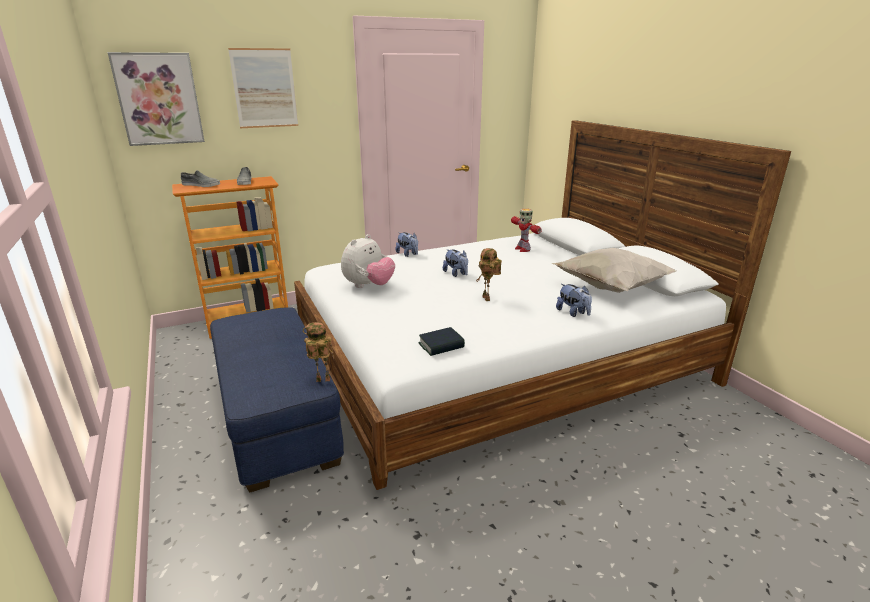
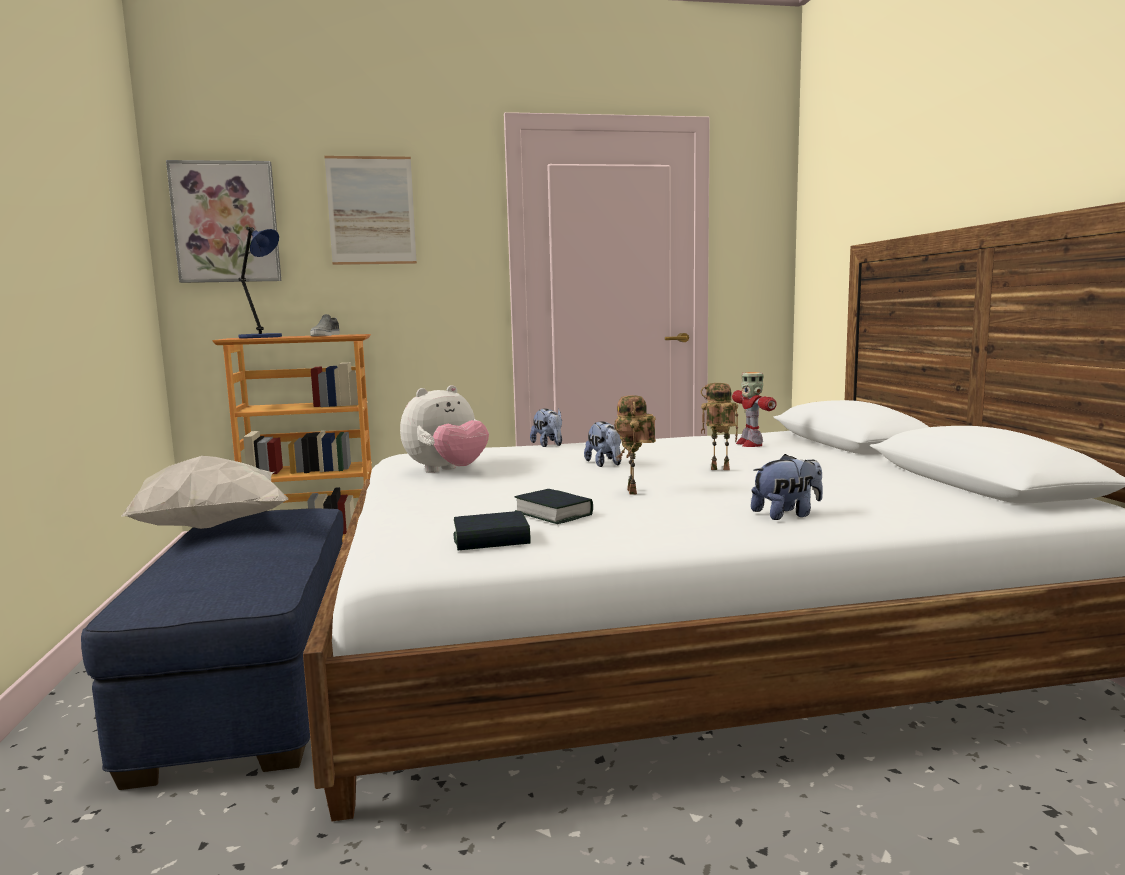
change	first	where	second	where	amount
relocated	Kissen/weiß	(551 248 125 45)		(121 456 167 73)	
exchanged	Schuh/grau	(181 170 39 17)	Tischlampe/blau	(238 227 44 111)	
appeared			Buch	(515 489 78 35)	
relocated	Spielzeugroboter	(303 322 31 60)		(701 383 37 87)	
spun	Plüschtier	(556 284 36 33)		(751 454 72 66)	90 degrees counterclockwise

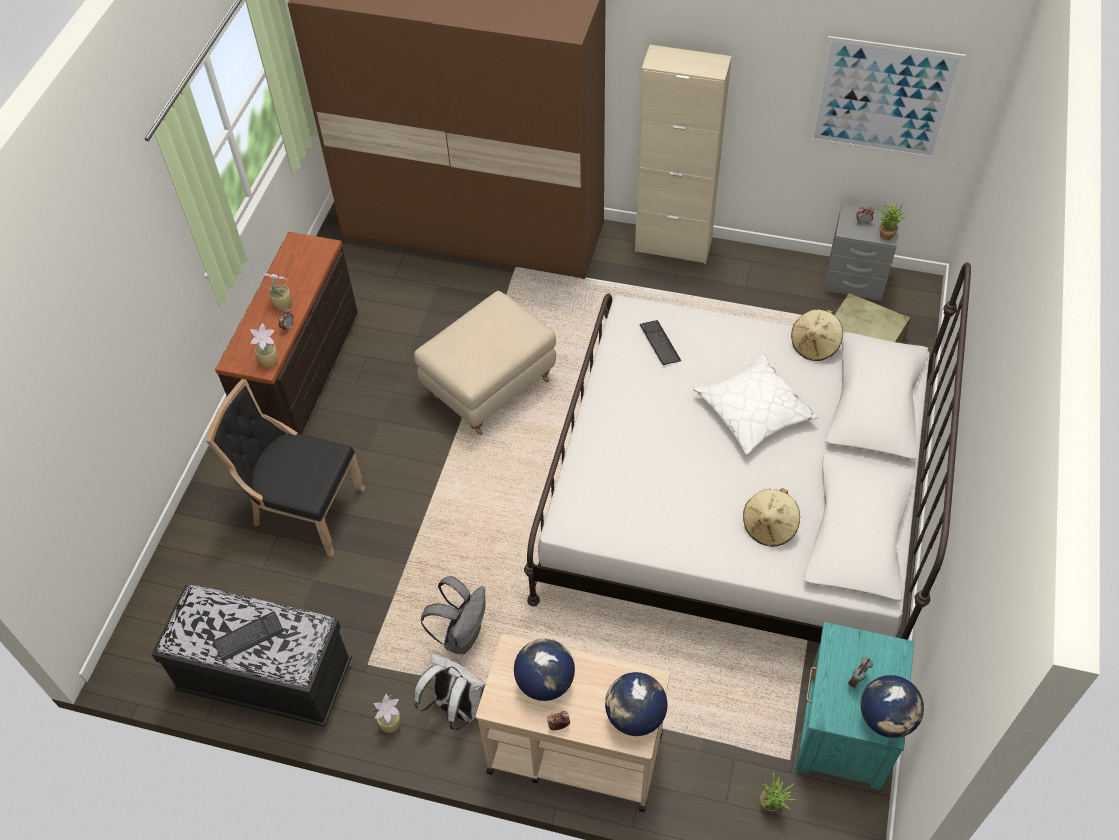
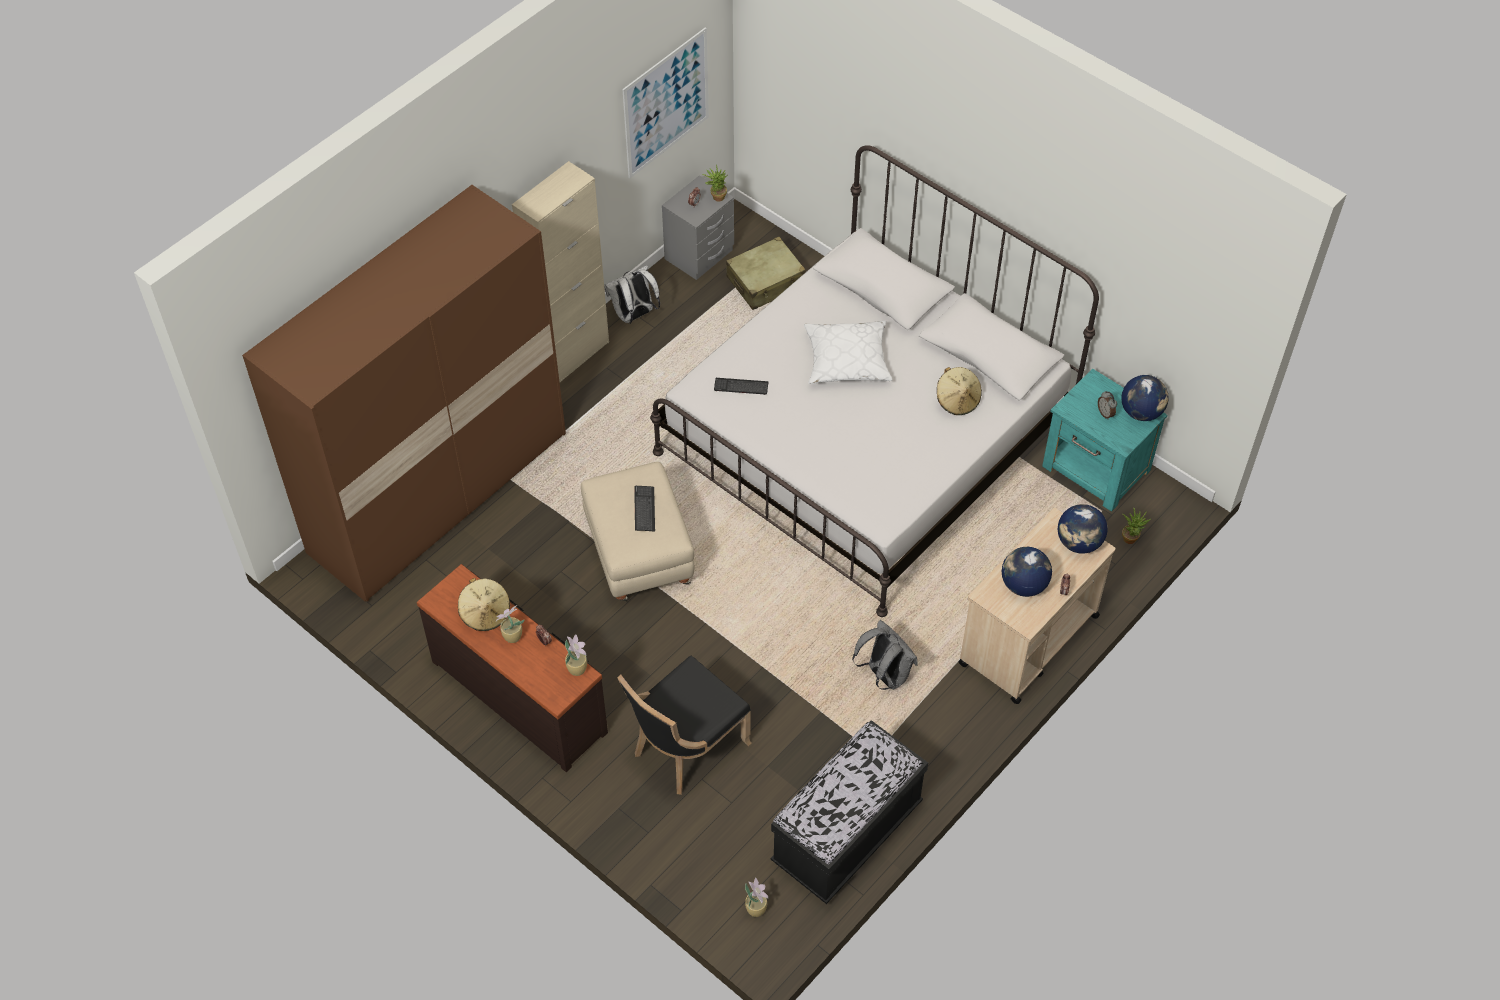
change	first	where	second	where	amount
relocated	Hut/beige	(791 309 52 52)		(458 578 52 53)	
relocated	Rucksack/weiß	(415 654 71 76)		(604 265 56 59)	
relocated	Tastatur	(213 611 71 51)		(634 486 21 46)	
relocated	Topfpflanze	(370 694 30 39)		(745 877 24 40)	

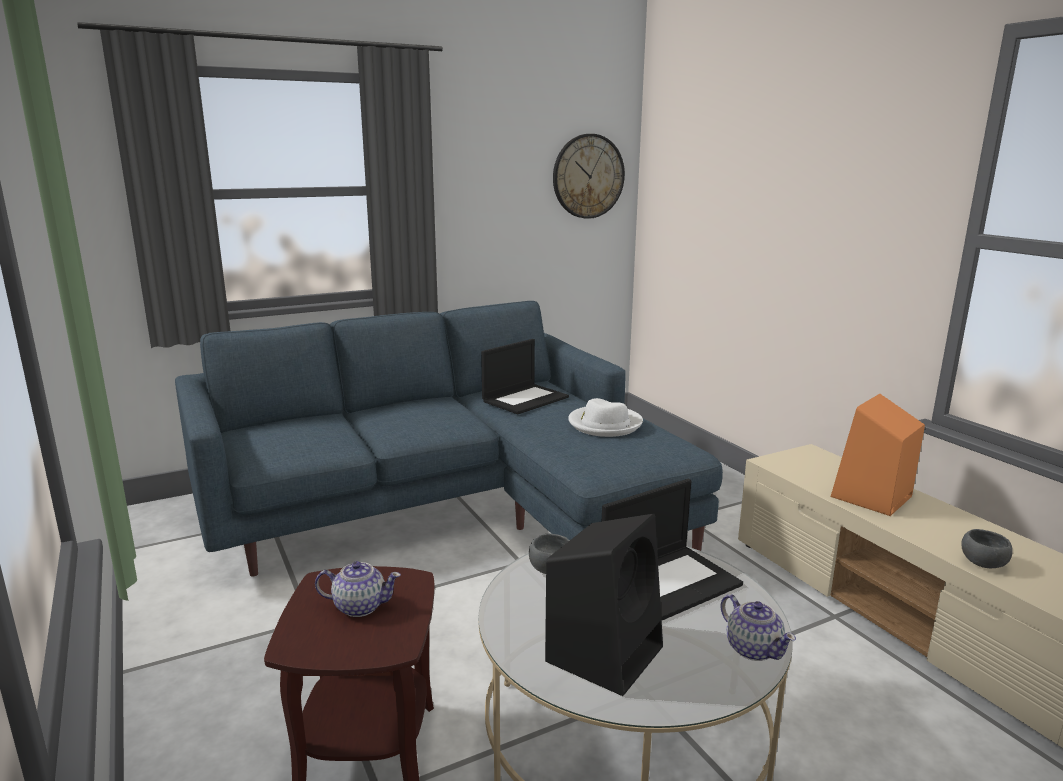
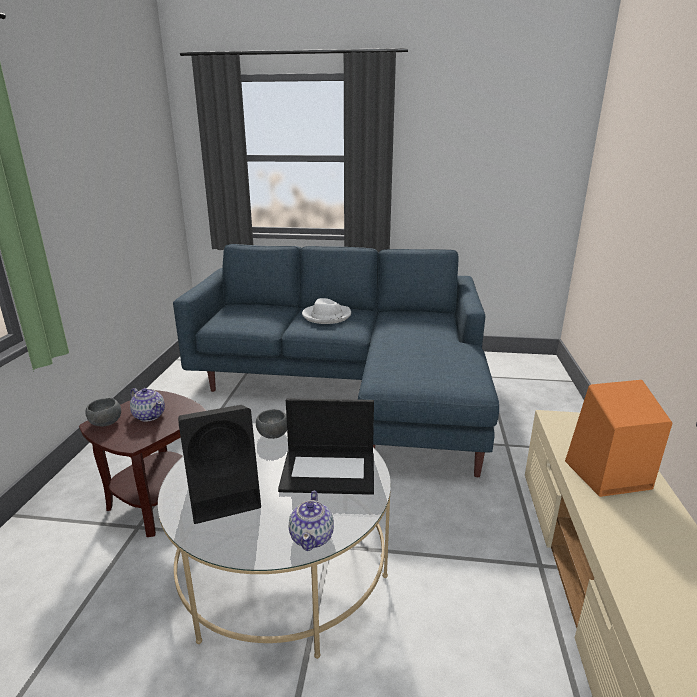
change	first	where	second	where	amount
relocated	Schüssel/grau	(961 529 52 39)		(86 398 35 29)	
relocated	Hut/weiß	(568 398 75 39)		(302 298 49 26)	
missing	Laptop	(481 339 88 75)			
missing	Wanduhr	(553 134 72 85)			

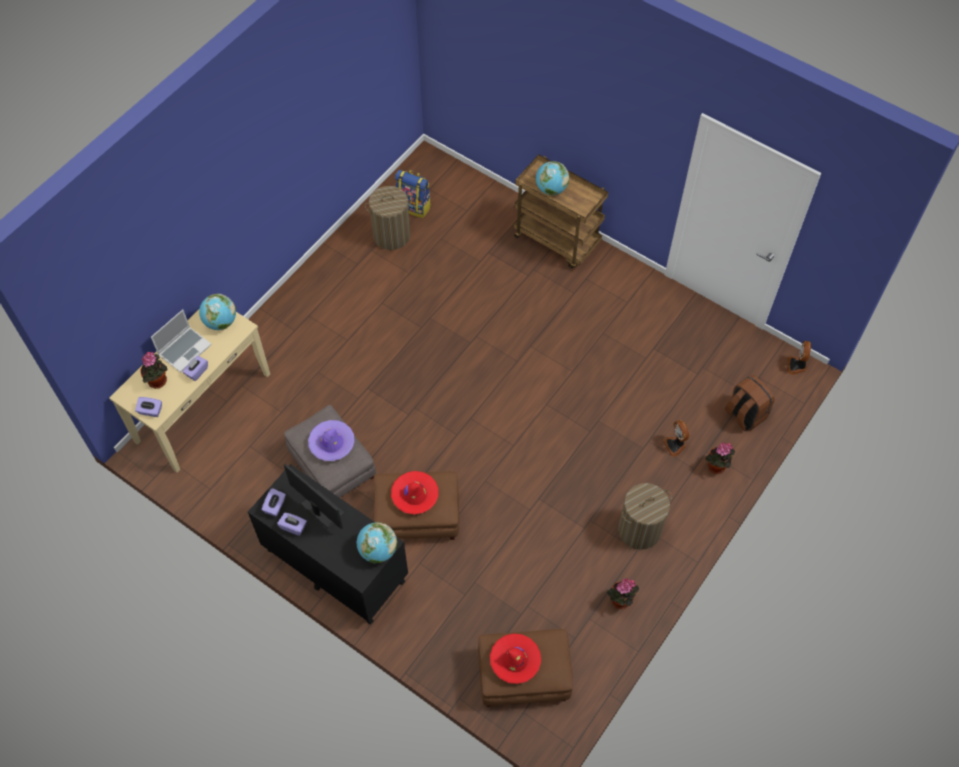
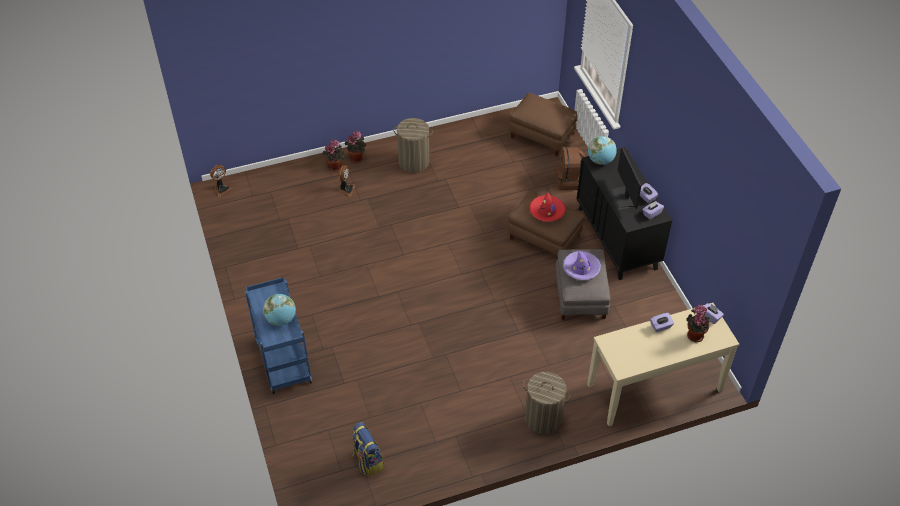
change	first	where	second	where	amount
colour	Rollwagen/braun	(513 154 95 114)	Rollwagen/blau	(245 277 67 117)	
relocated	Topfpflanze	(606 578 33 31)		(345 131 21 32)	
relocated	Wäschekorb	(365 186 47 64)		(523 372 47 62)	
relocated	Rucksack/braun	(725 375 50 56)		(556 147 29 43)	
missing	Laptop	(151 309 61 63)			
missing	Globus	(199 294 37 36)			
missing	Hut/rot	(490 633 51 51)			

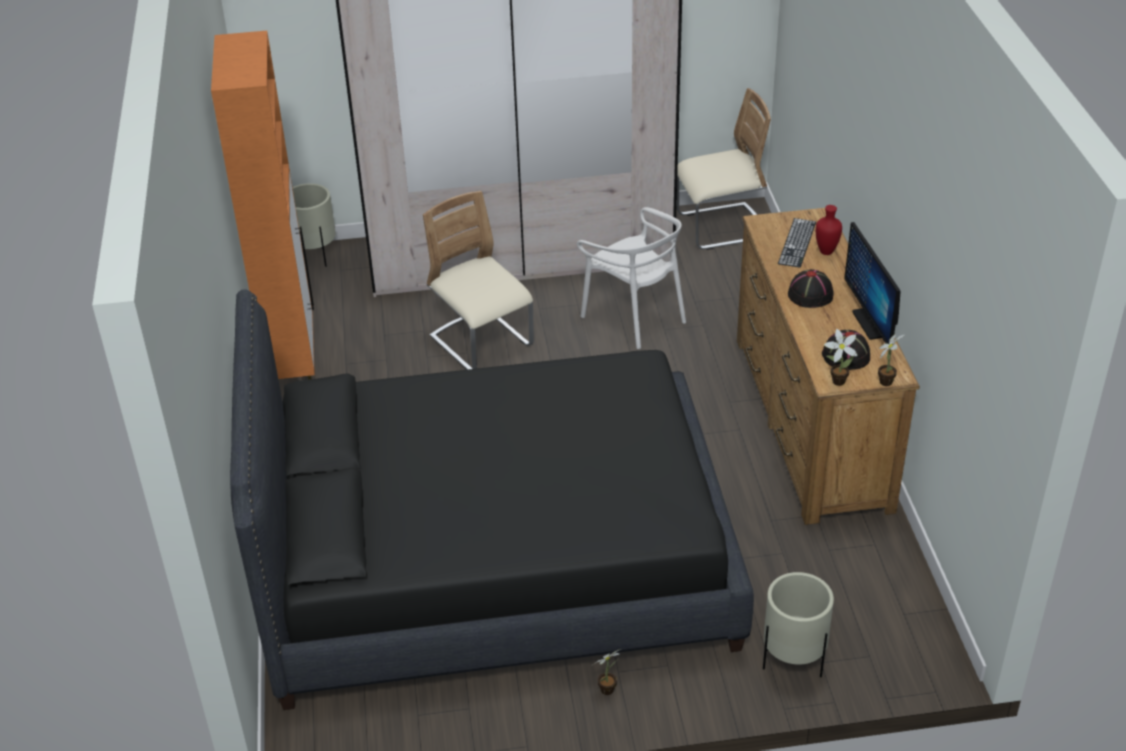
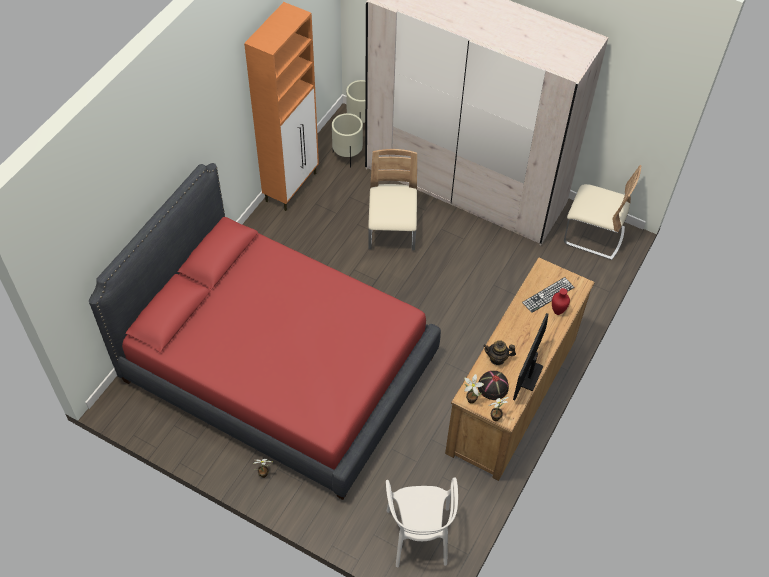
change	first	where	second	where	amount
colour	Bett/schwarz	(230 289 524 421)	Bett/rot	(89 163 352 337)	
relocated	Pflanzkübel/beige	(763 572 71 105)		(332 113 31 55)	
relocated	Stuhl/weiß	(577 207 109 142)		(386 478 72 90)	
appeared			Teekanne	(483 340 33 25)	
missing	Hut/schwarz	(788 269 46 39)			

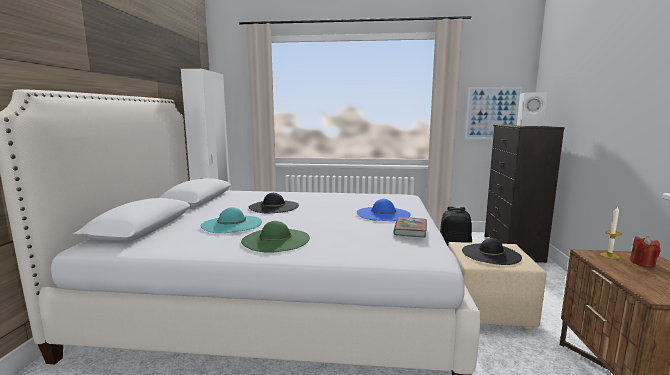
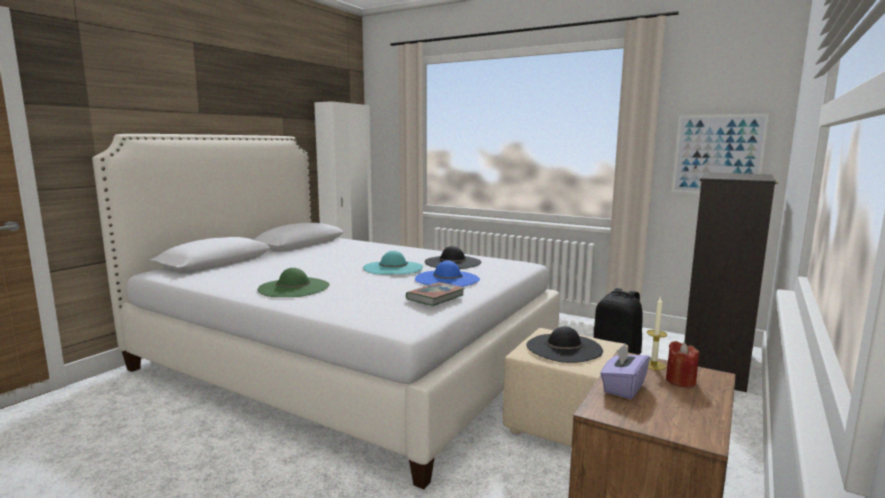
change	first	where	second	where	amount
relocated	Hut/türkis	(200 207 62 26)		(363 251 60 23)	
relocated	Hut/schwarz	(249 193 50 20)		(425 246 56 23)	
appeared			Taschentuchbox/lila	(600 344 50 55)	
missing	Lautsprecher/weiß	(517 92 30 34)			

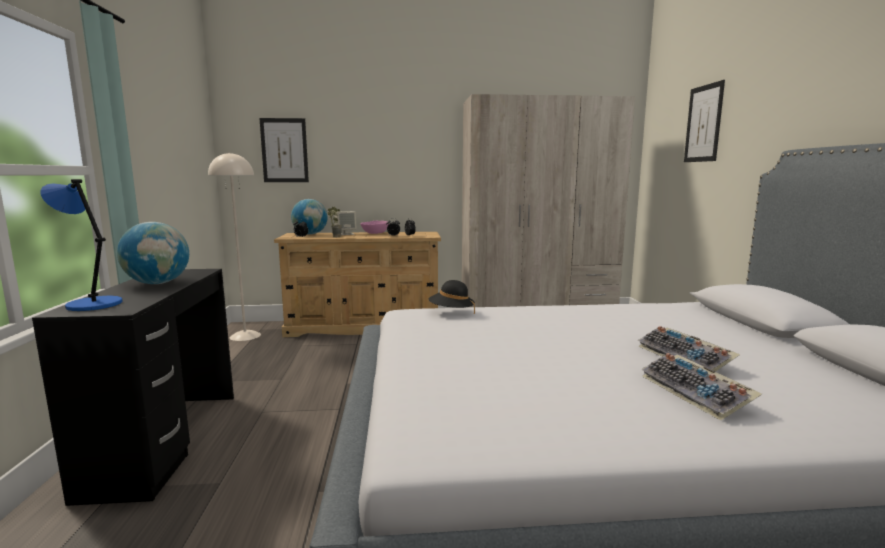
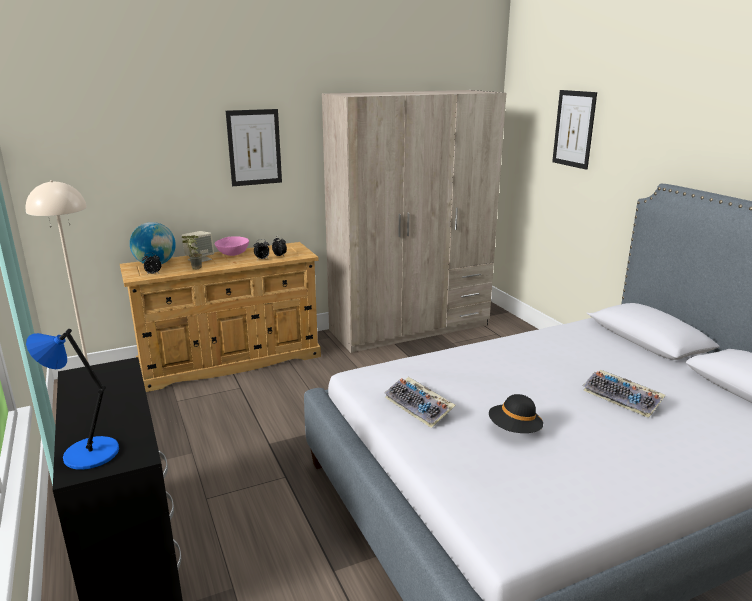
change	first	where	second	where	amount
relocated	Bild	(259 118 50 64)		(226 109 56 77)	
relocated	Tastatur	(641 353 121 68)		(384 377 72 51)	
relocated	Hut/schwarz	(429 280 46 34)		(489 394 54 39)	
missing	Globus	(117 222 72 62)			

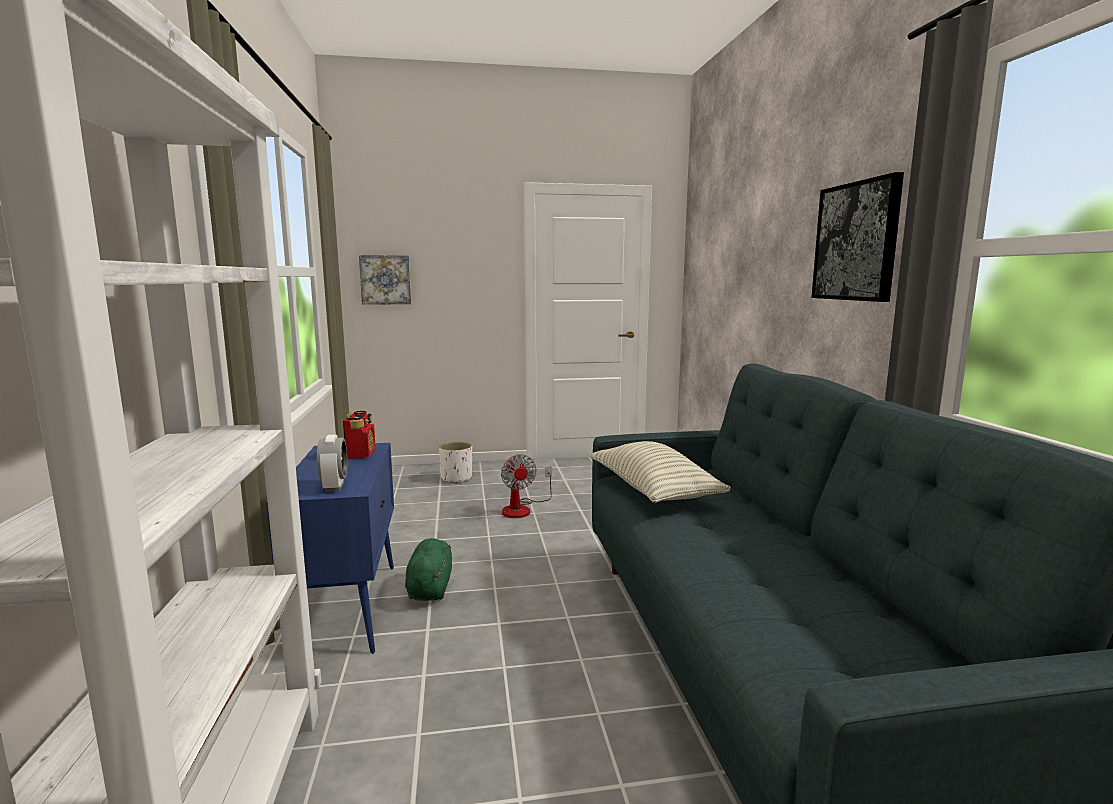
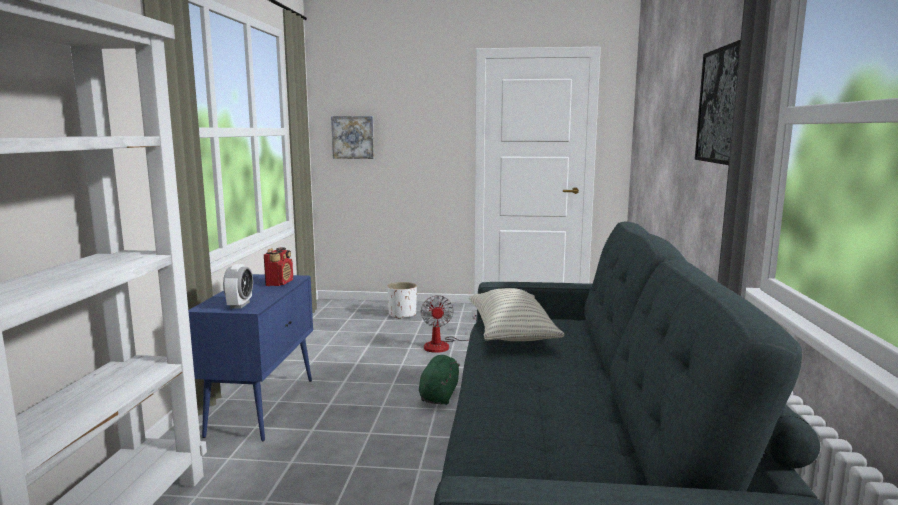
change	first	where	second	where	amount
relocated	Plüschtier/grün	(405 538 47 63)		(419 355 41 50)	

